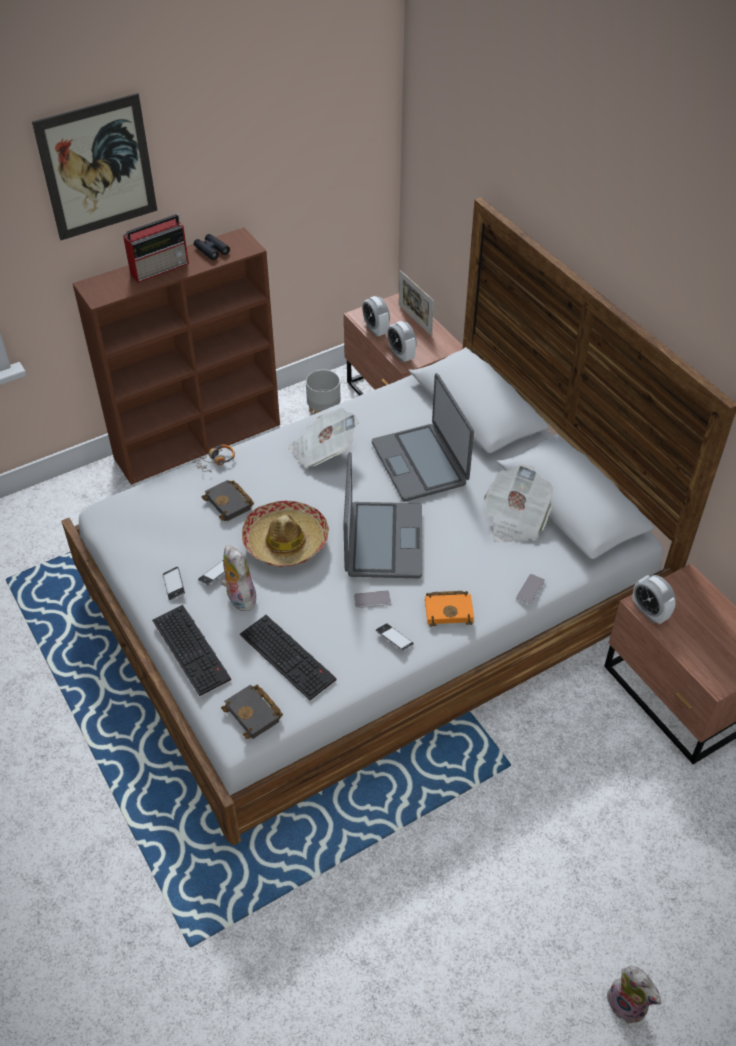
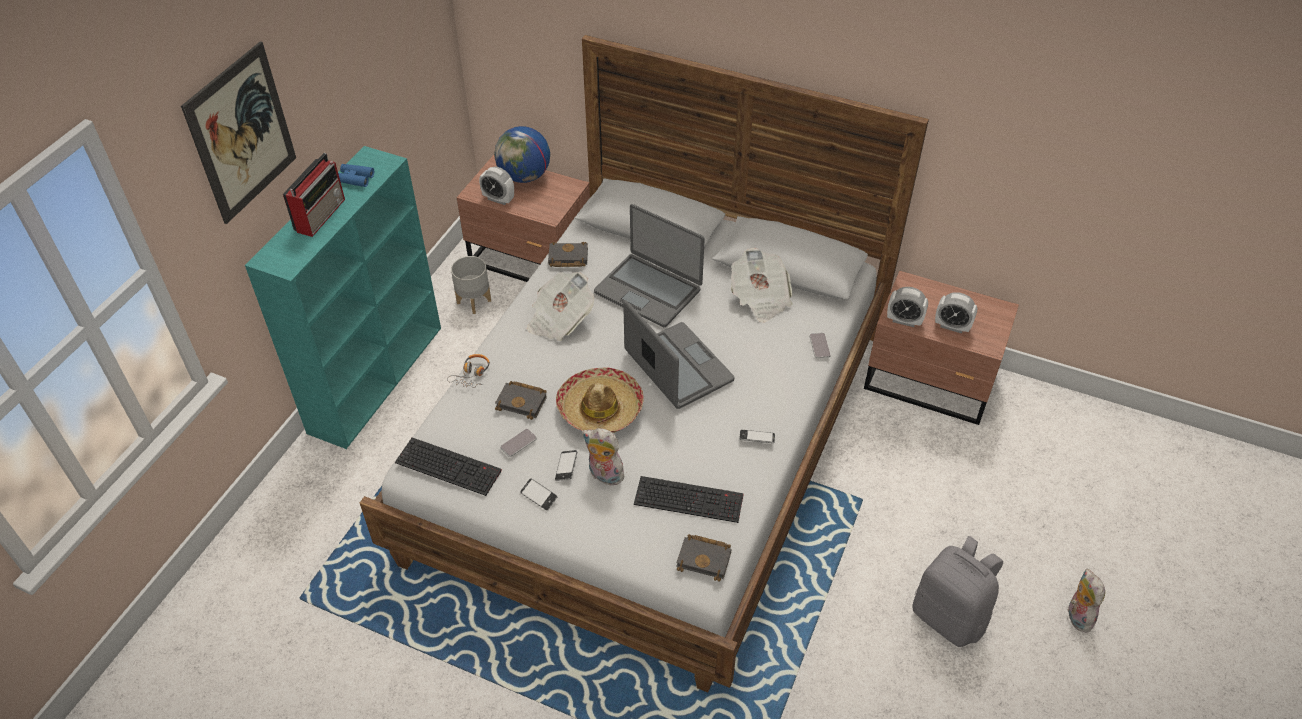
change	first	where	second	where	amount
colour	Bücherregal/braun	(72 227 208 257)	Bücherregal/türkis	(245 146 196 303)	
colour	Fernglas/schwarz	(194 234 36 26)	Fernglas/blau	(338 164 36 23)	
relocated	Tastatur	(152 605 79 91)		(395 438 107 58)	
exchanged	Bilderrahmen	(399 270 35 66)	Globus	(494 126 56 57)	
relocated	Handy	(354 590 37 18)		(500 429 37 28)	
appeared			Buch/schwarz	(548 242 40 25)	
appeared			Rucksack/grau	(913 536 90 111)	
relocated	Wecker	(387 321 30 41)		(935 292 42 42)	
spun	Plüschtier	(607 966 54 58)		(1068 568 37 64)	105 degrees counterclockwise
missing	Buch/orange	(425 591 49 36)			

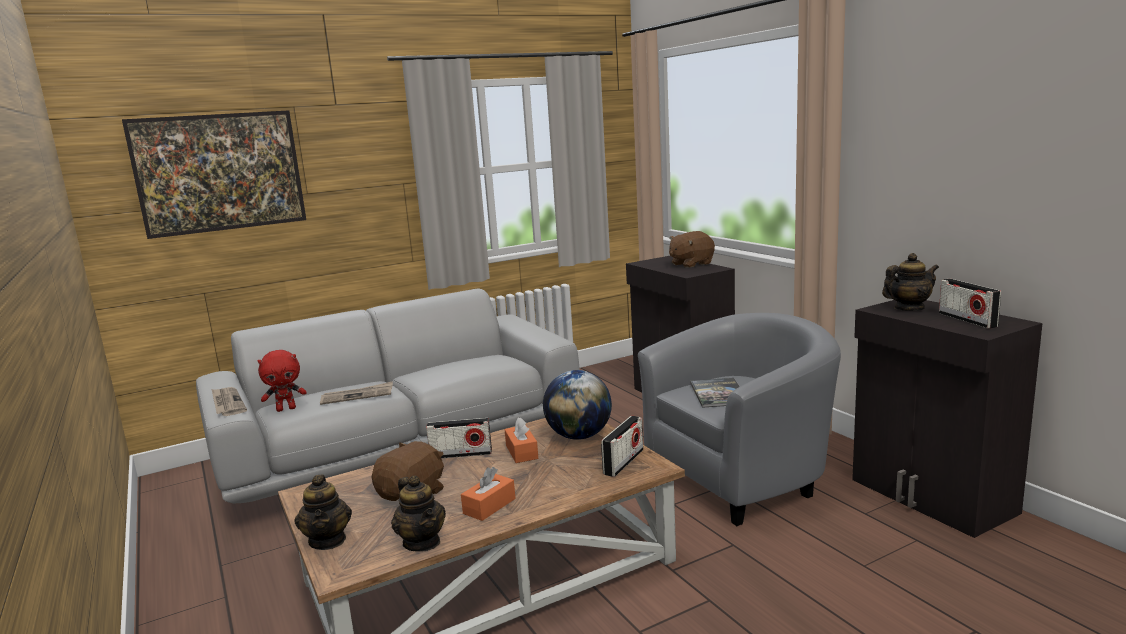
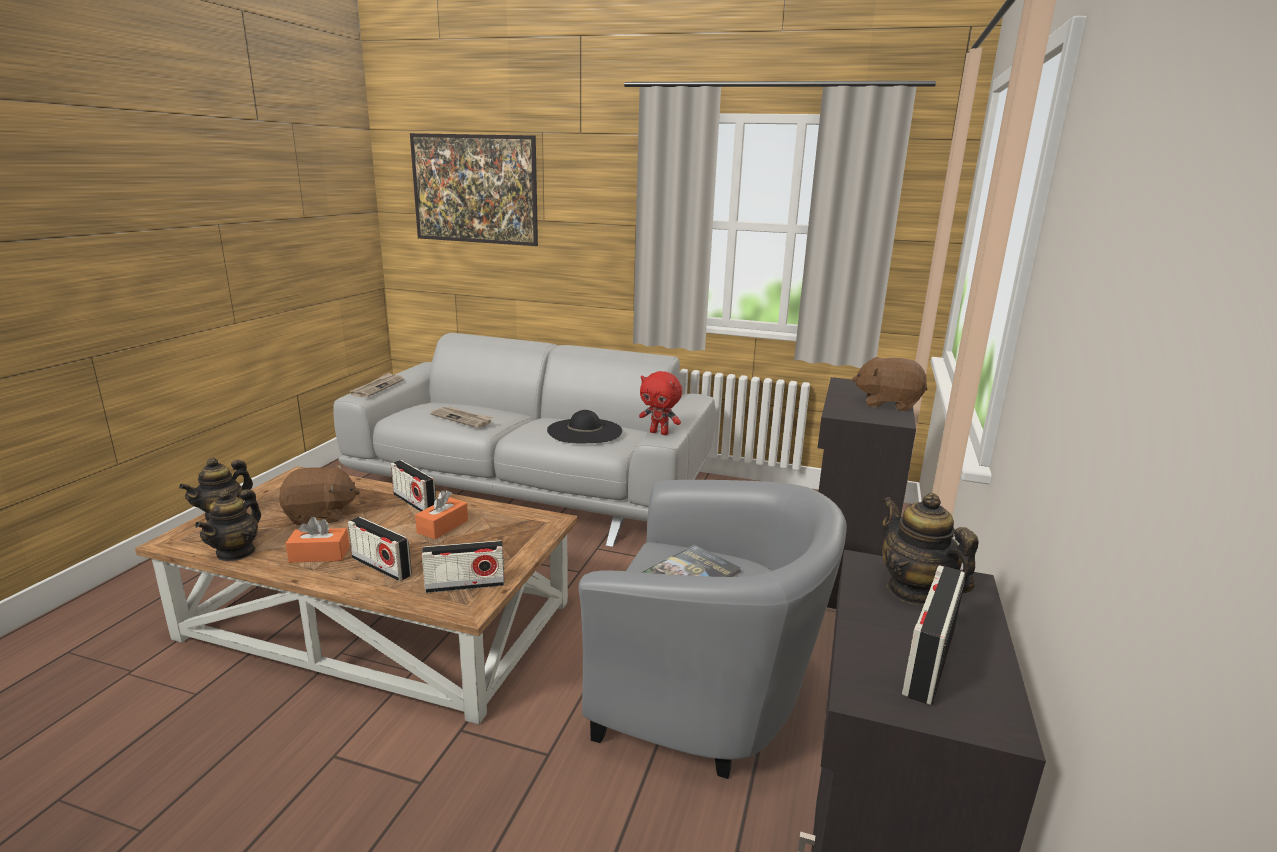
change	first	where	second	where	amount
appeared			Radio	(348 517 64 64)	
appeared			Hut/schwarz	(547 410 75 33)	
relocated	Plüschtier/rot	(258 350 49 62)		(639 371 43 64)	
spun	Teekanne	(882 253 57 58)		(882 493 96 112)	150 degrees counterclockwise
missing	Globus	(543 370 69 70)			

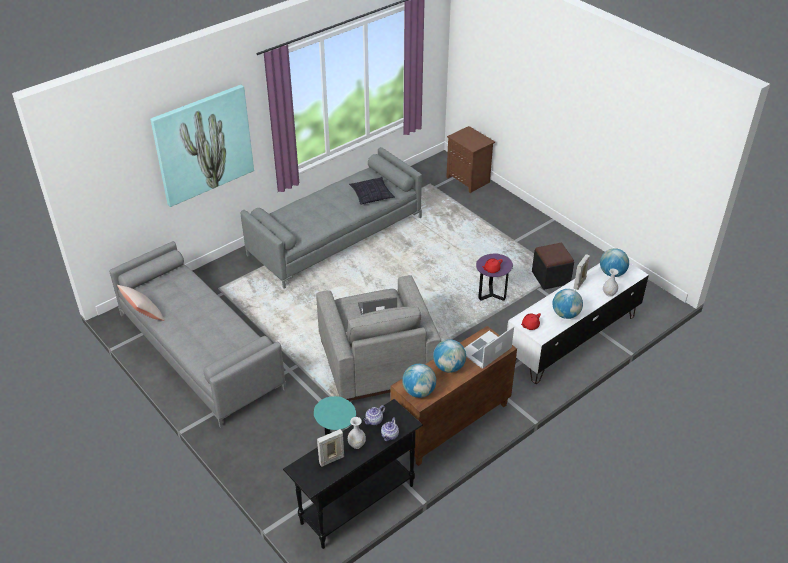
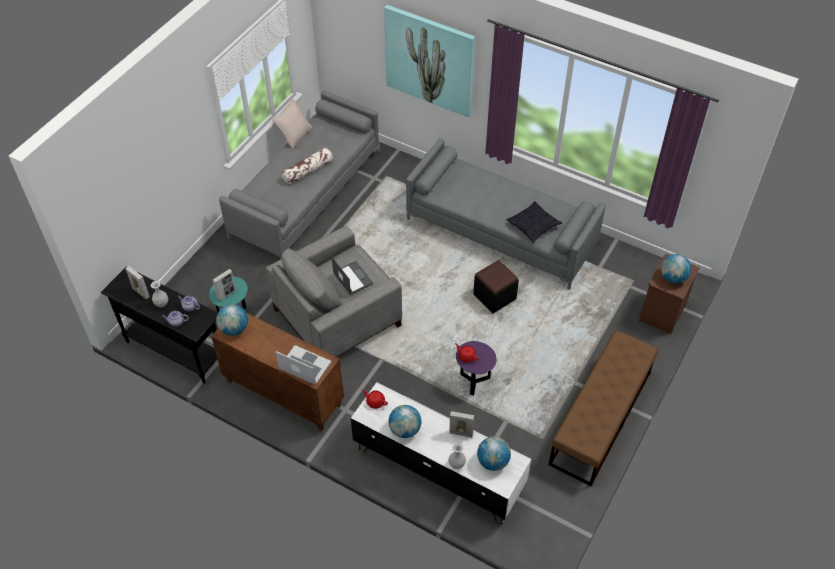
change	first	where	second	where	amount
appeared			Bilderrahmen	(213 269 23 32)	
appeared			Kissen	(282 148 51 37)	
relocated	Polsterhocker/schwarz	(532 243 42 47)		(473 260 46 53)	
appeared			Bank/braun	(548 330 110 156)	
relocated	Globus	(433 339 33 34)		(661 254 30 29)	

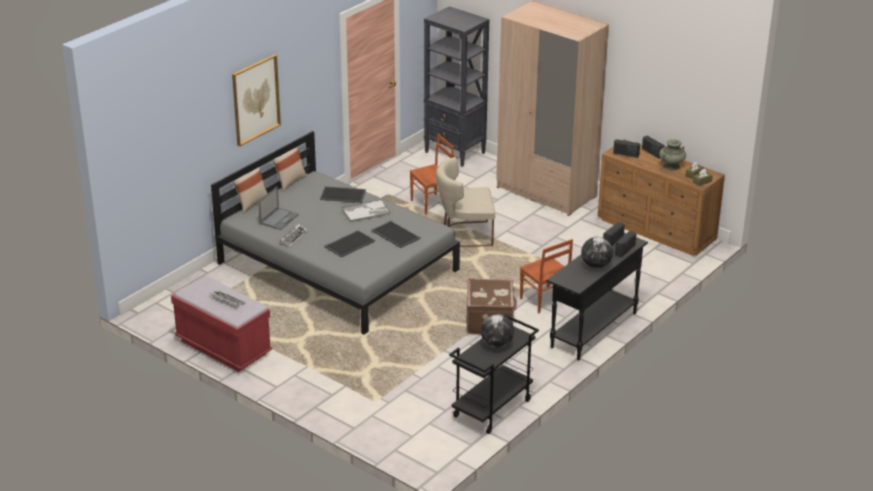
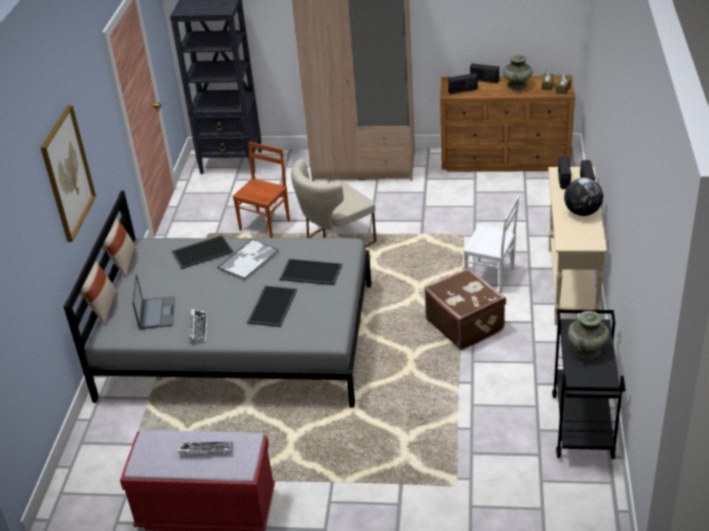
change	first	where	second	where	amount
colour	Stuhl/braun	(520 239 53 74)	Stuhl/weiß	(464 195 55 99)	
colour	Konsolentisch/schwarz	(546 233 102 127)	Konsolentisch/beige	(548 167 59 158)	
exchanged	Globus	(481 314 33 34)	Vase/türkis	(568 311 42 48)	

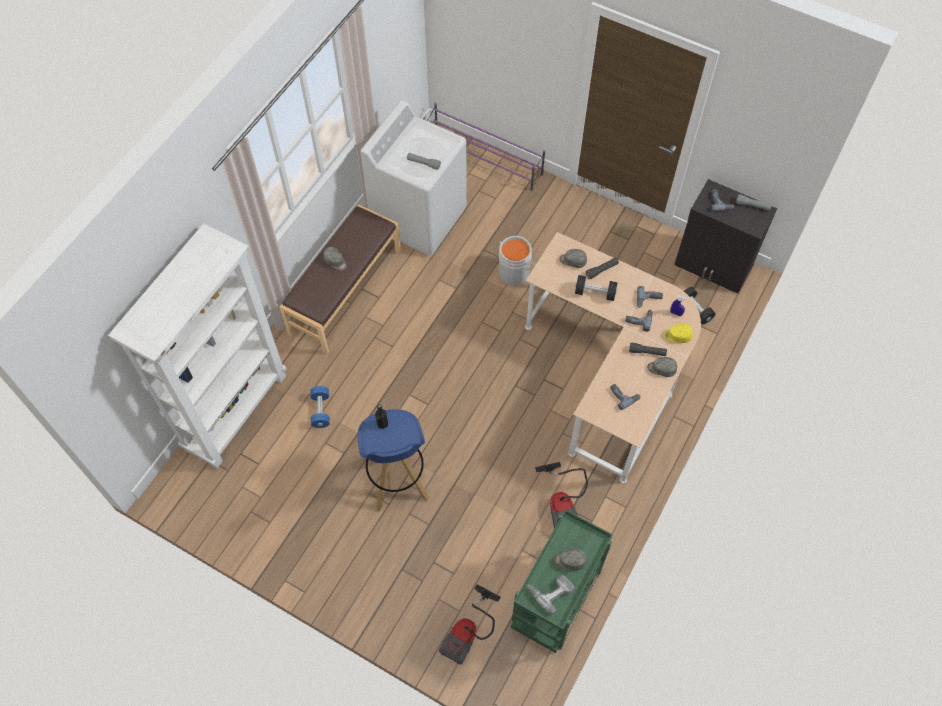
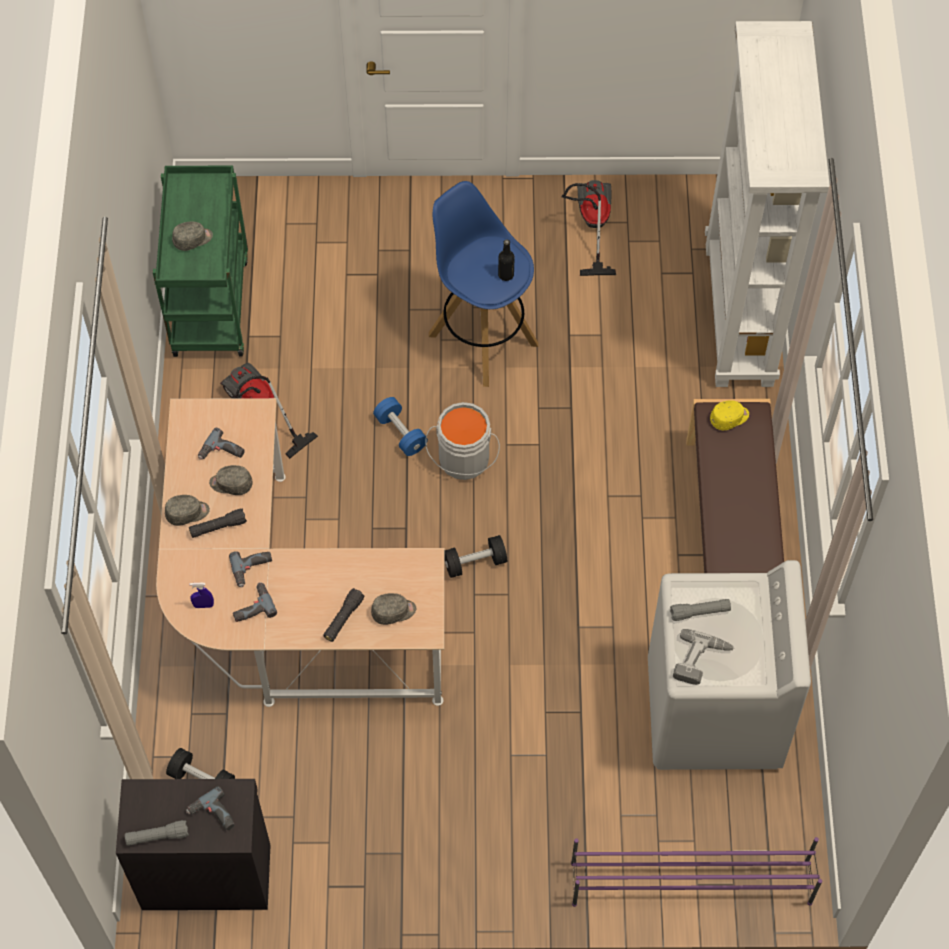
change	first	where	second	where	amount
relocated	Kappe/grau	(323 247 24 23)		(209 465 44 30)	
relocated	Hantel/blau	(310 386 20 42)		(373 397 55 59)	
relocated	Eimer/grau	(499 236 37 49)		(425 402 75 78)	
relocated	Hantel/schwarz	(575 275 43 26)		(444 535 63 43)	
relocated	Staubsauger	(439 584 62 80)		(562 180 54 96)	
relocated	Bohrmaschine	(527 575 48 40)		(673 629 62 56)	
relocated	Kappe/gelb	(663 324 30 19)		(710 400 39 30)	

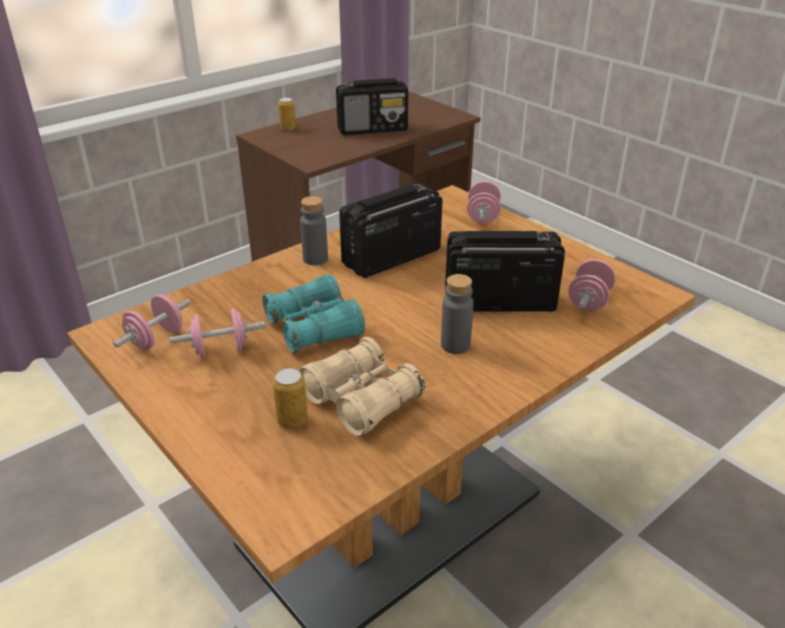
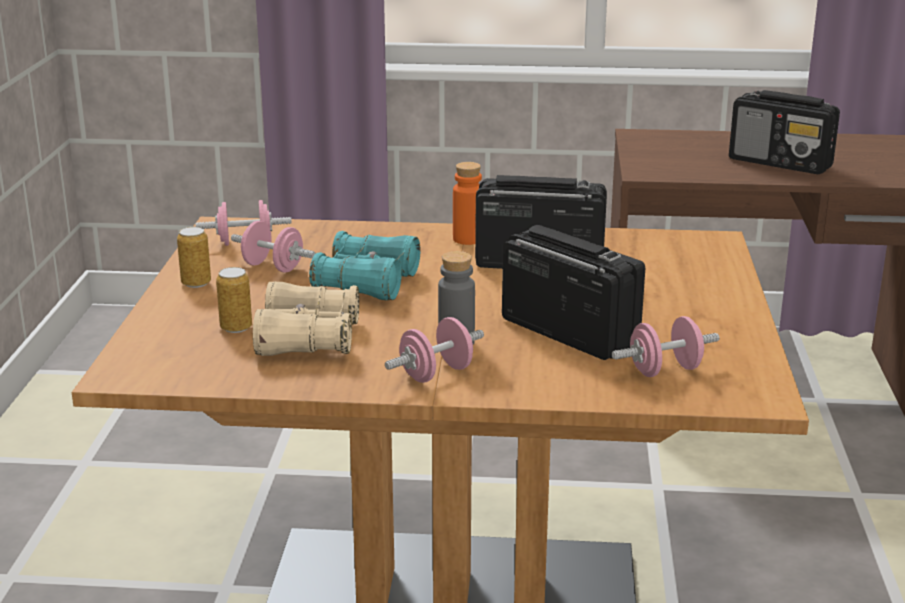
change	first	where	second	where	amount
relocated	Dose	(278 98 18 33)		(177 227 34 61)	
relocated	Hantel/rosa	(467 181 34 43)		(385 317 99 66)	
colour	Flasche/grau	(300 196 28 69)	Flasche/orange	(453 162 29 83)	

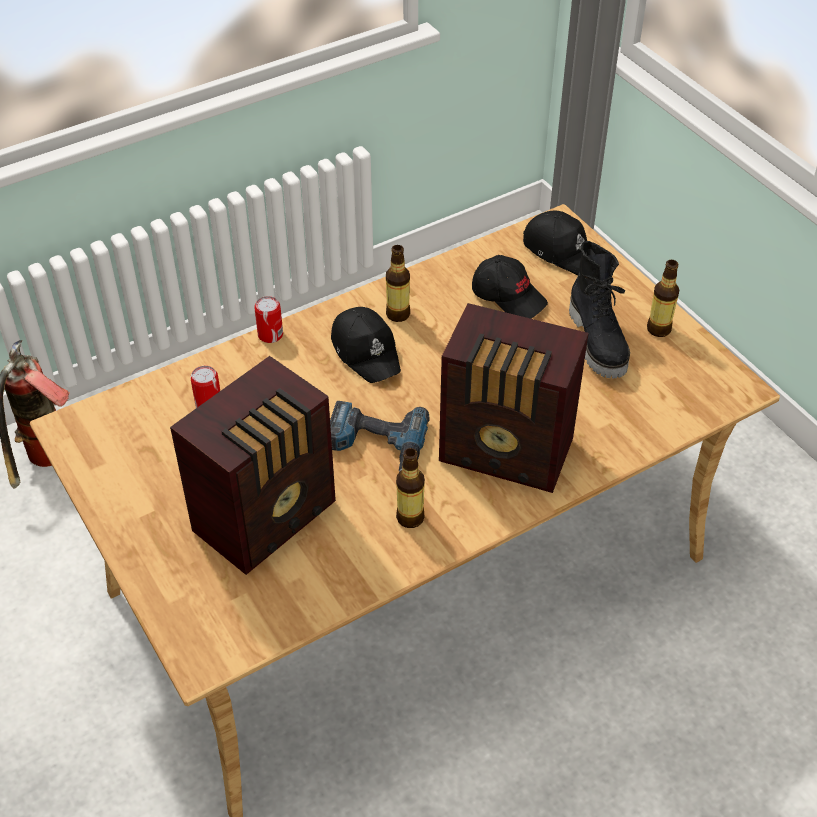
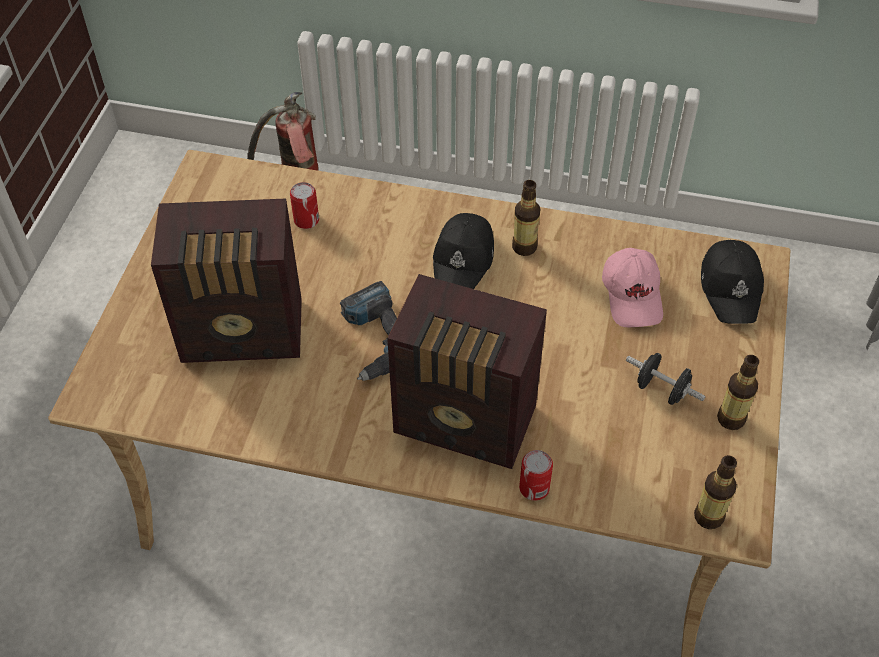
change	first	where	second	where	amount
spun	Radio	(439 303 149 190)		(387 274 160 195)	45 degrees counterclockwise
relocated	Dose	(254 296 29 47)		(519 450 34 51)	
colour	Kappe/schwarz	(472 255 76 64)	Kappe/rosa	(602 248 61 79)	
exchanged	Stiefel/schwarz	(569 241 61 137)	Hantel/schwarz	(626 353 80 52)	
relocated	Flasche	(396 448 29 80)		(694 455 43 74)	

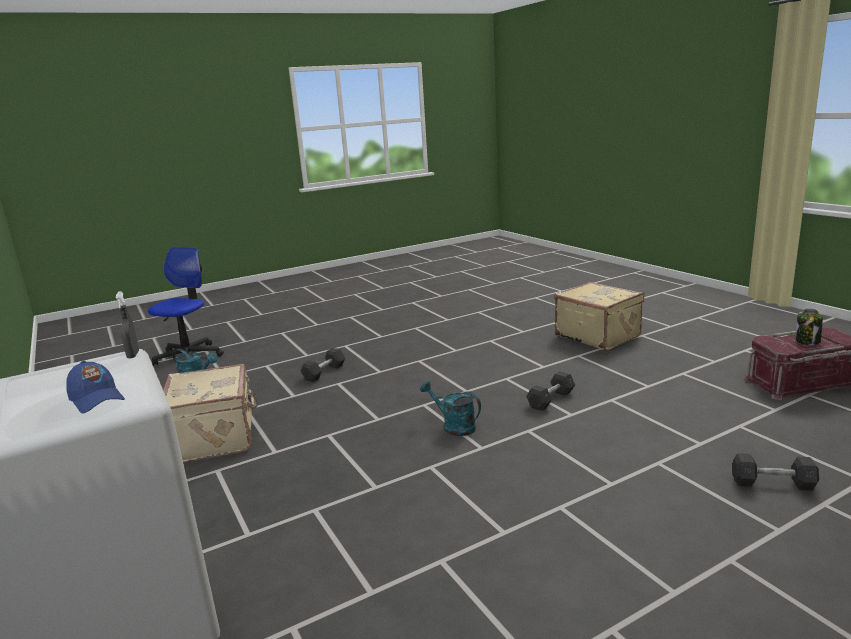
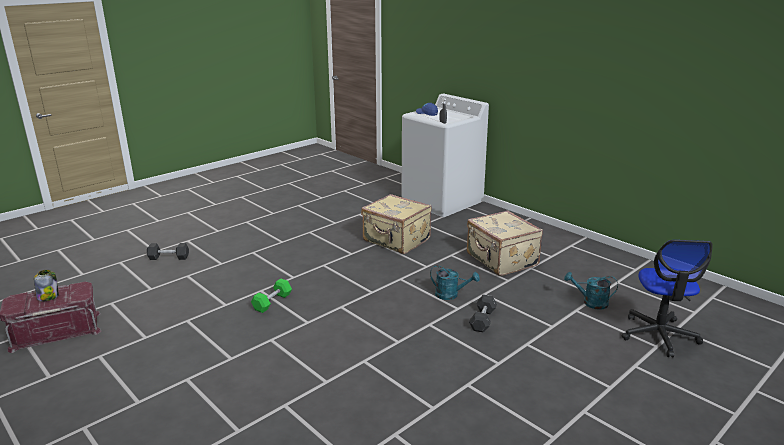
change	first	where	second	where	amount
colour	Hantel/grau	(526 371 49 40)	Hantel/grün	(251 278 41 35)	
relocated	Koffer/beige	(554 282 90 69)		(361 194 71 60)	
relocated	Gießkanne/türkis	(420 381 61 55)		(430 265 50 35)	

